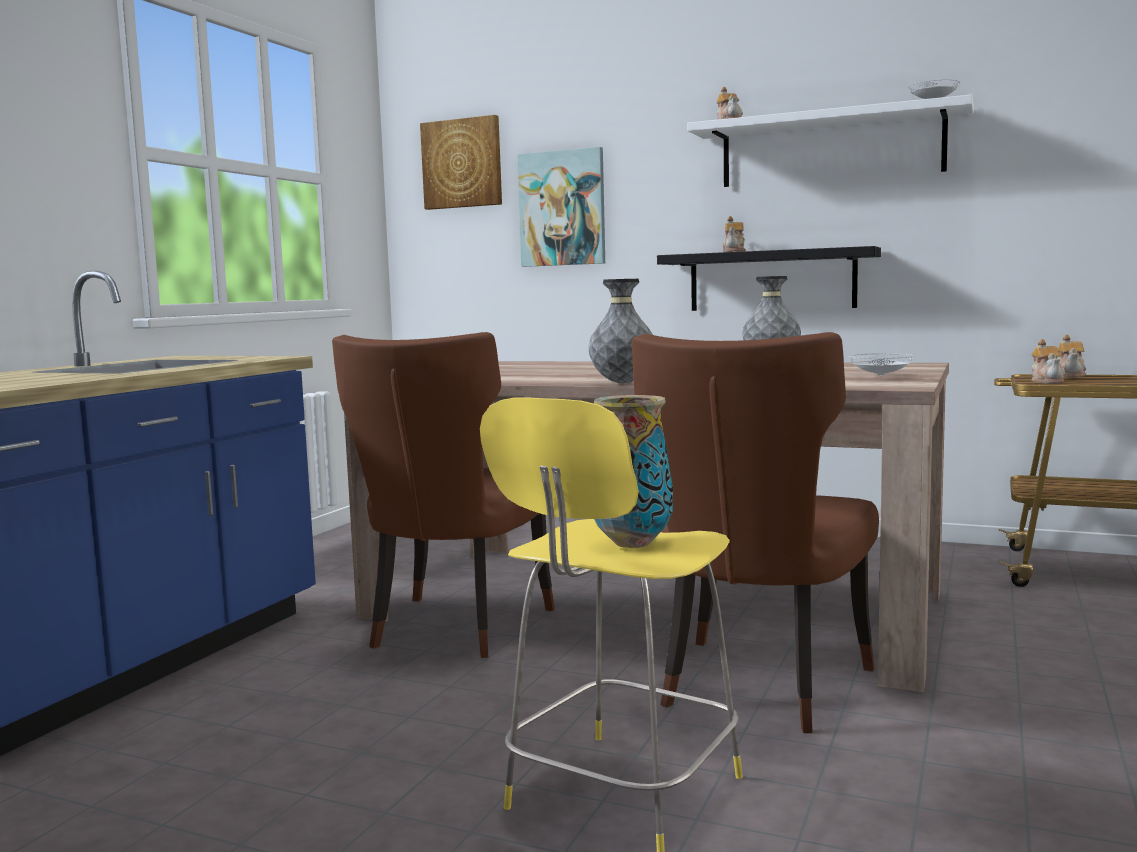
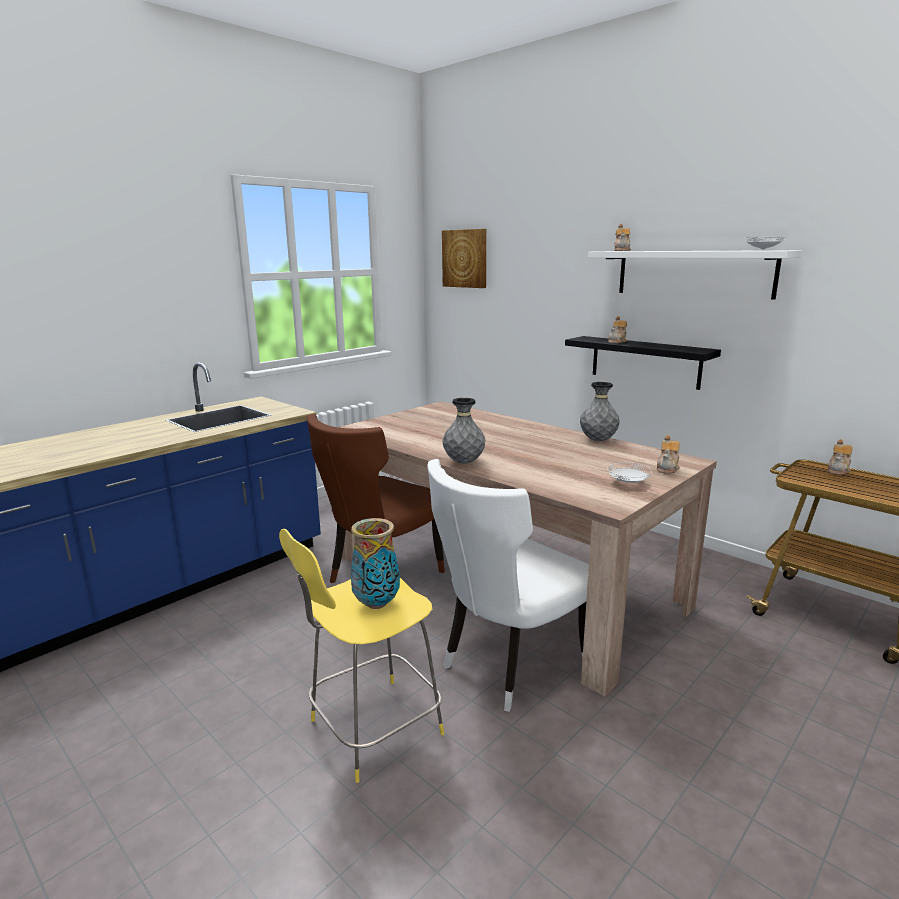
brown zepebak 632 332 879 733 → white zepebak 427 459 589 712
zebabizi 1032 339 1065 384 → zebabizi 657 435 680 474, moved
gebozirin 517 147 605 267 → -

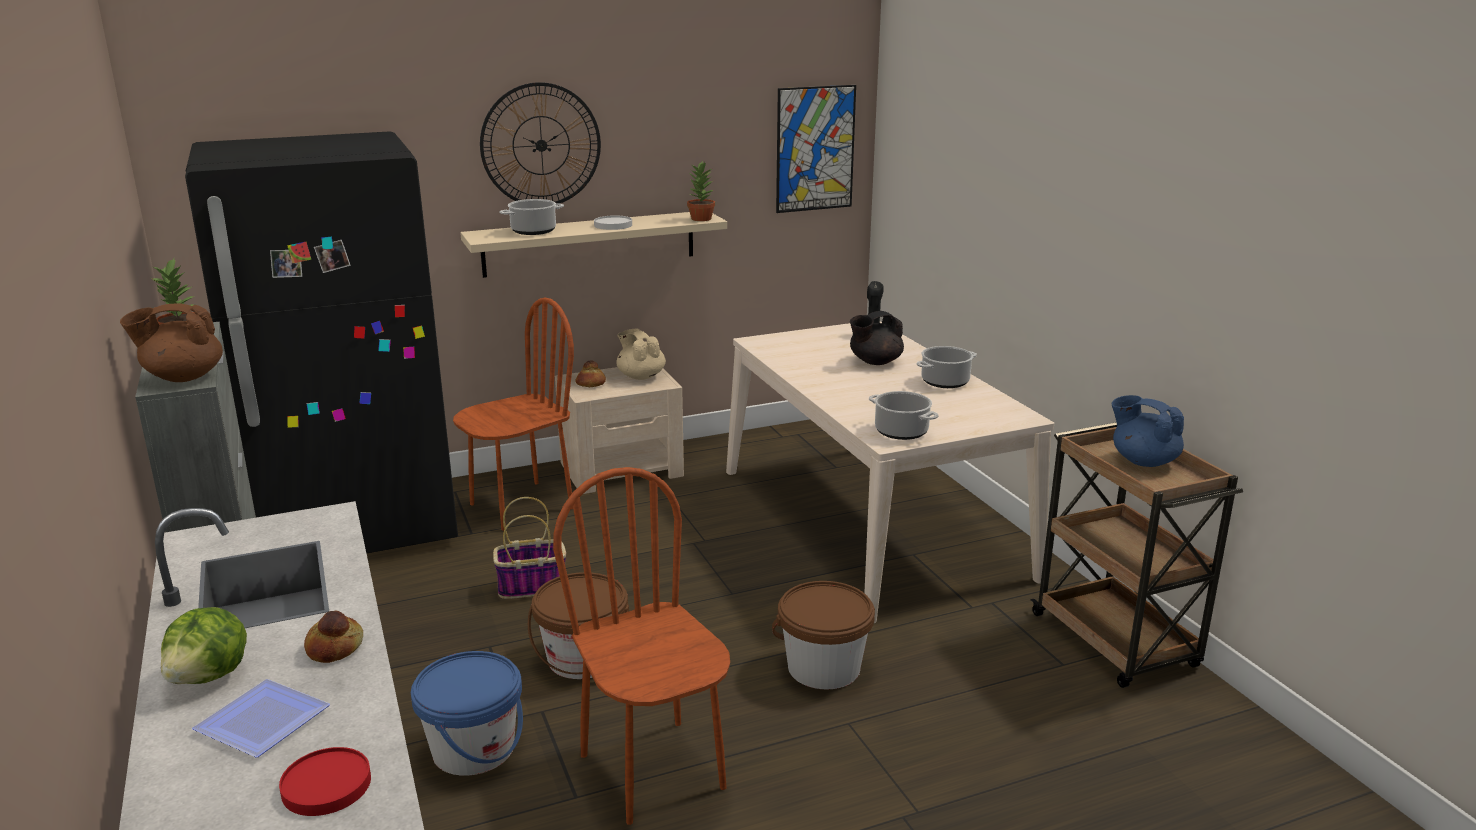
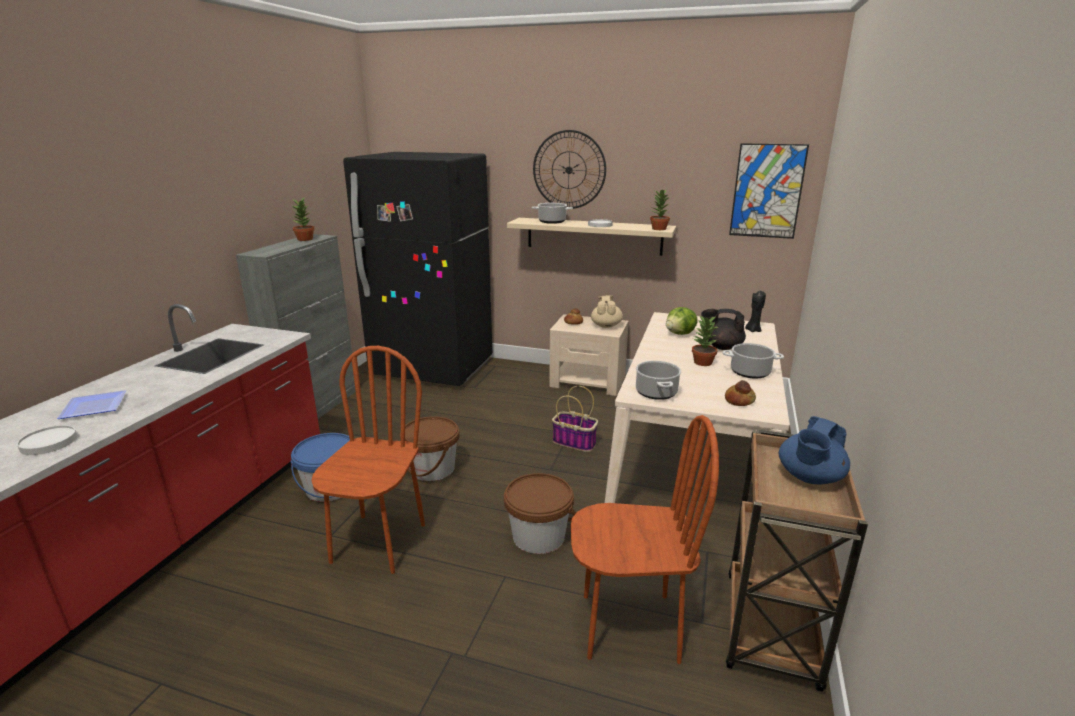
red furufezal 279 747 371 816 → white furufezal 17 425 77 455
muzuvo 493 497 566 599 → muzuvo 552 386 598 452, moved
brown zepebak 453 298 574 531 → brown zepebak 571 415 719 664, moved
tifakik 161 607 247 684 → tifakik 666 307 698 335, moved
- → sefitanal 692 315 718 366
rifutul 304 611 363 663 → rifutul 725 380 756 406, moved
blue zebabizi 1111 395 1184 467 → blue zebabizi 779 416 850 485, 135 degrees counterclockwise
brown zebabizi 120 303 223 382 → -

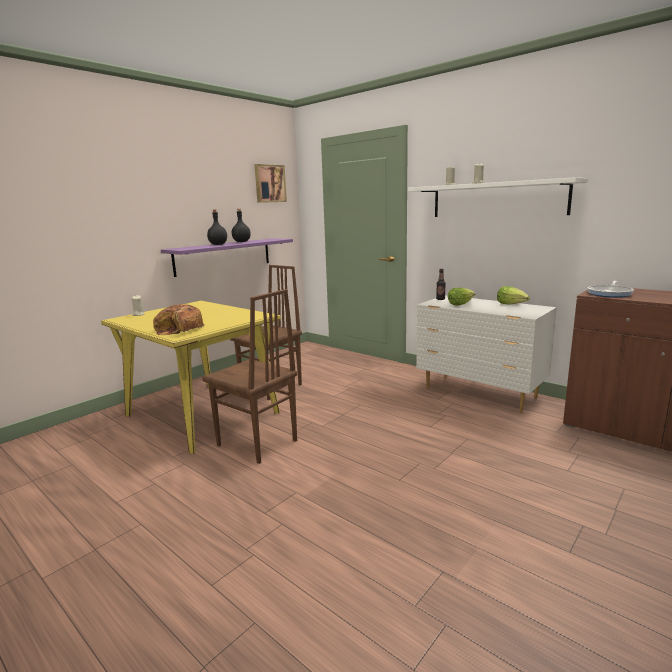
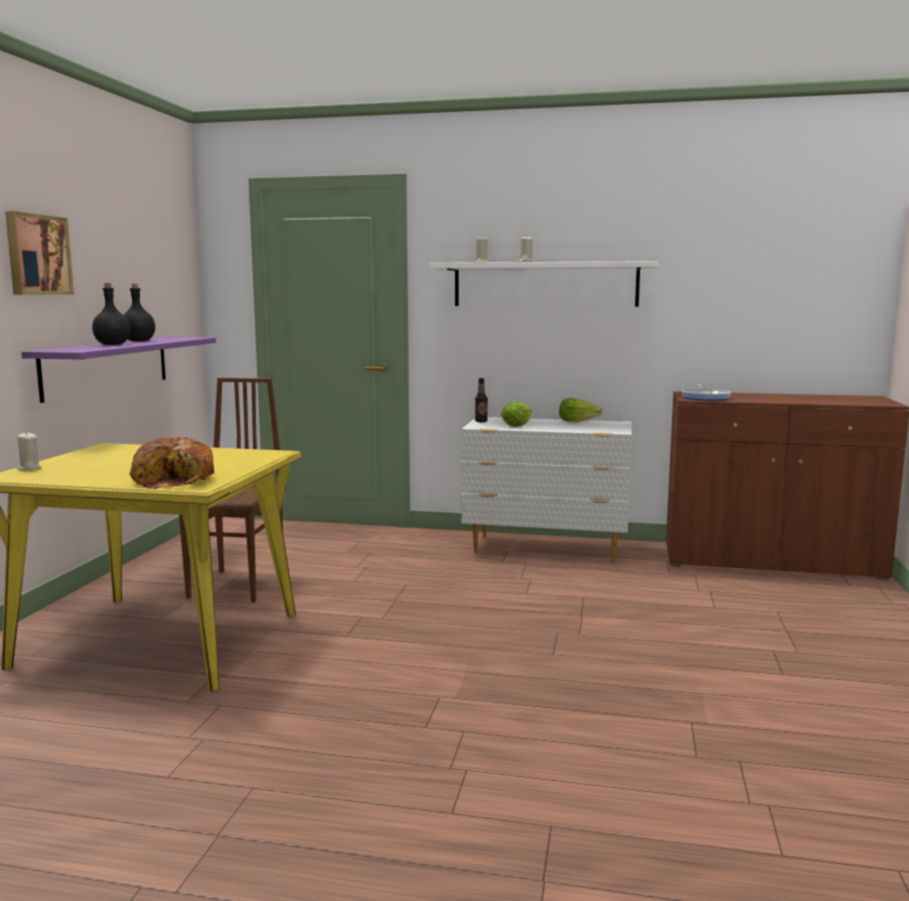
gebozirin 254 164 287 203 → gebozirin 5 211 74 295, moved
brown zepebak 202 289 297 464 → -

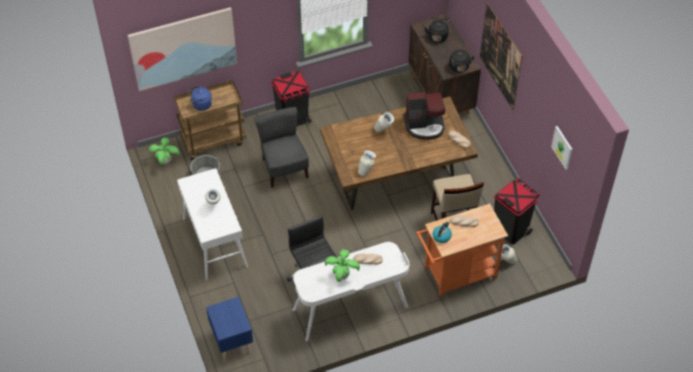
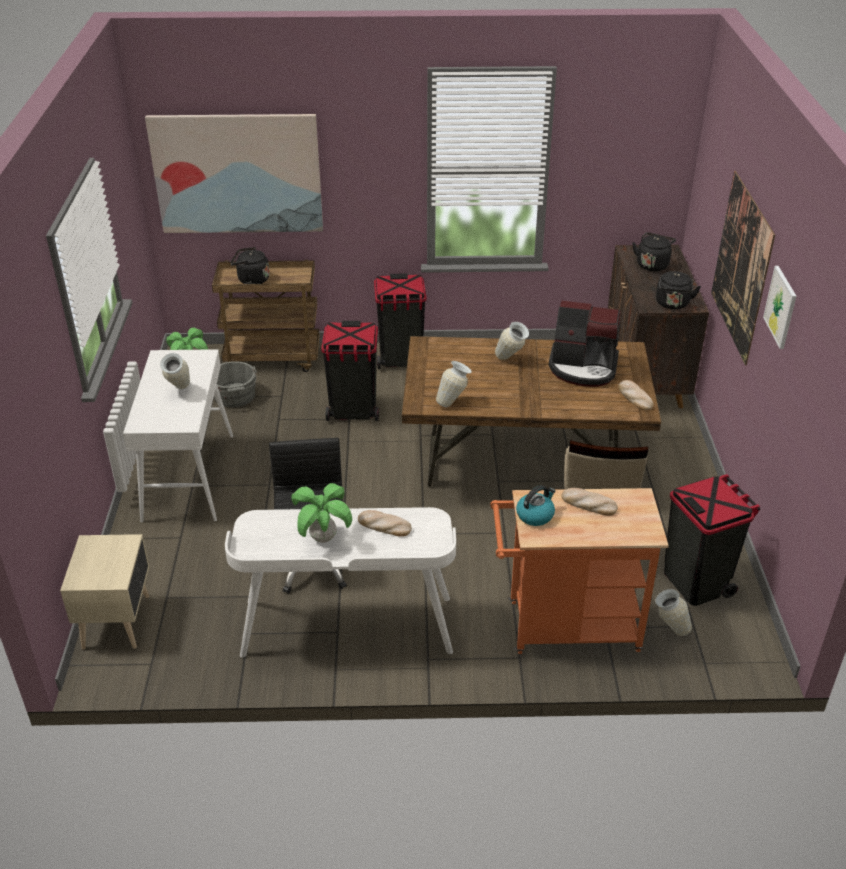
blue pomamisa 206 297 253 362 → beige pomamisa 60 534 149 649
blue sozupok 189 86 212 111 → black sozupok 230 247 269 284
grey zepebak 255 107 309 188 → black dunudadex 321 321 379 421
gebozirin 551 126 572 170 → gebozirin 763 266 796 349, moved

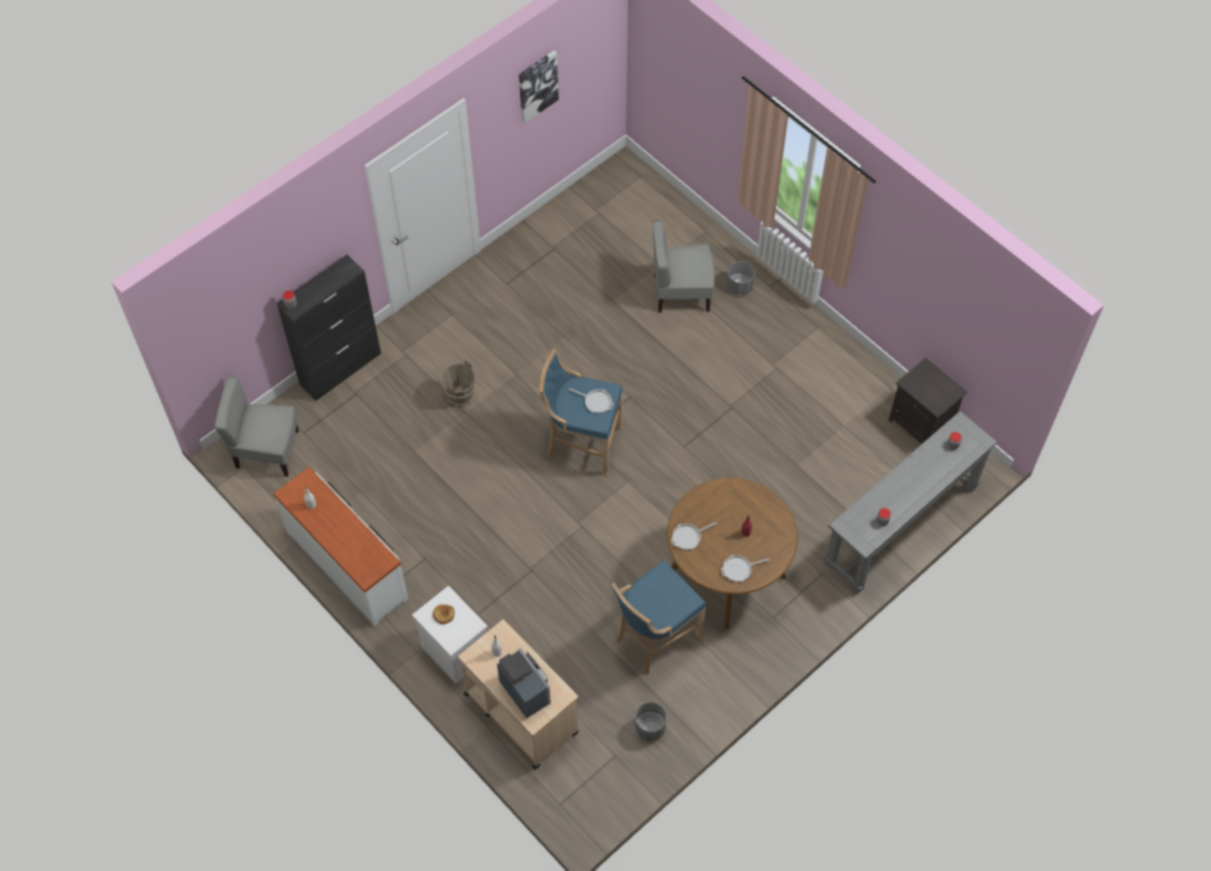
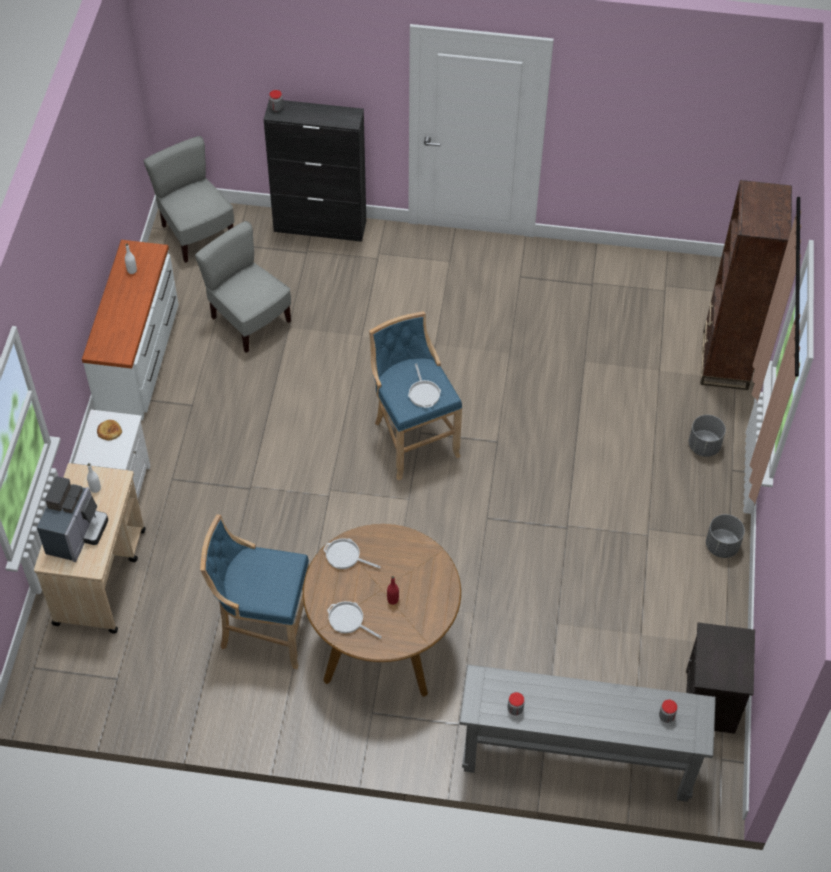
grey zepebak 653 220 715 312 → grey zepebak 195 221 291 353, moved
- → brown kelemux 701 180 792 390
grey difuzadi 635 702 667 741 → grey difuzadi 706 514 745 558, moved
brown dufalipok 440 360 476 407 → -
gebozirin 519 50 559 124 → -

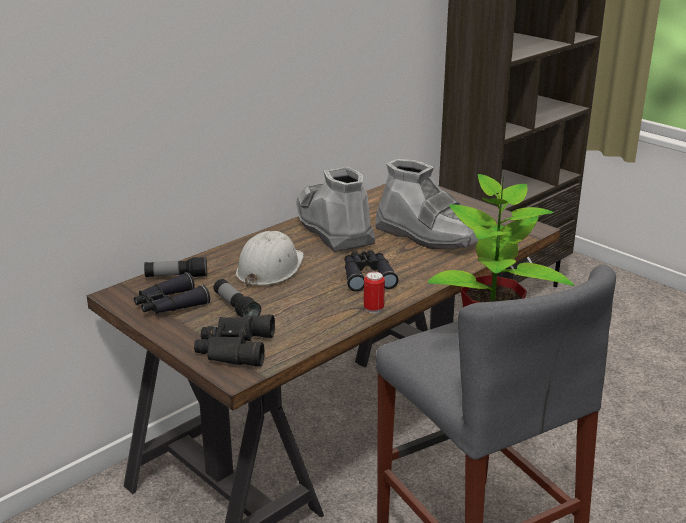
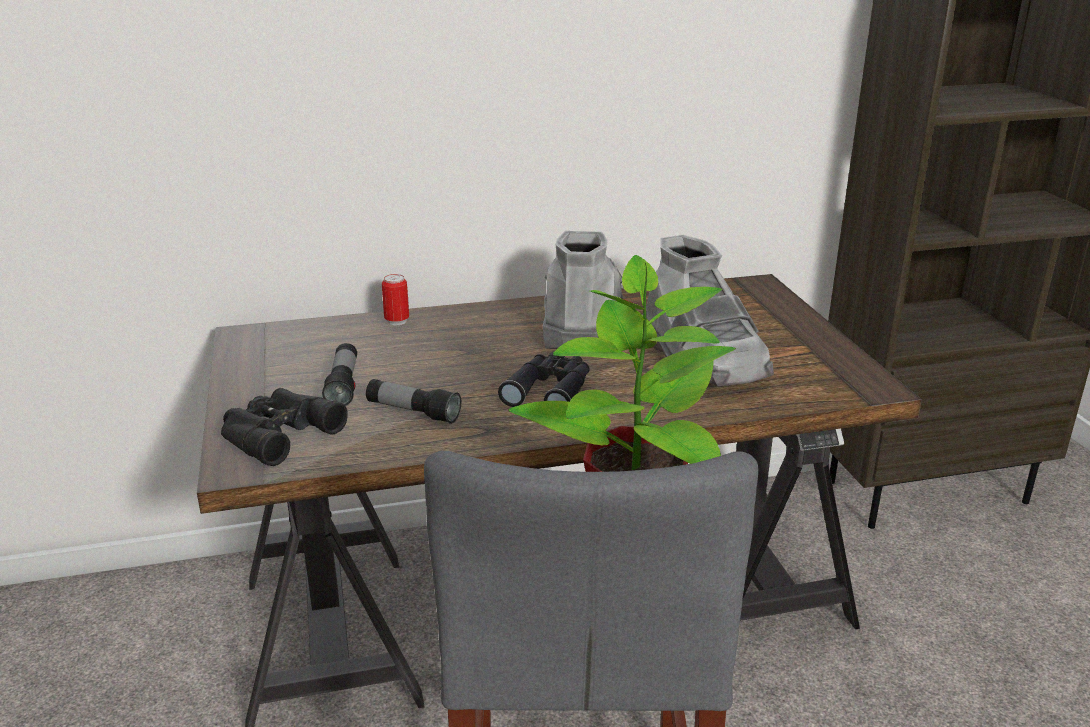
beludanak 144 257 207 277 → beludanak 366 379 462 424, moved
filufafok 364 271 385 313 → filufafok 382 274 409 325, moved
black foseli 134 272 210 314 → -
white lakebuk 236 231 304 287 → -

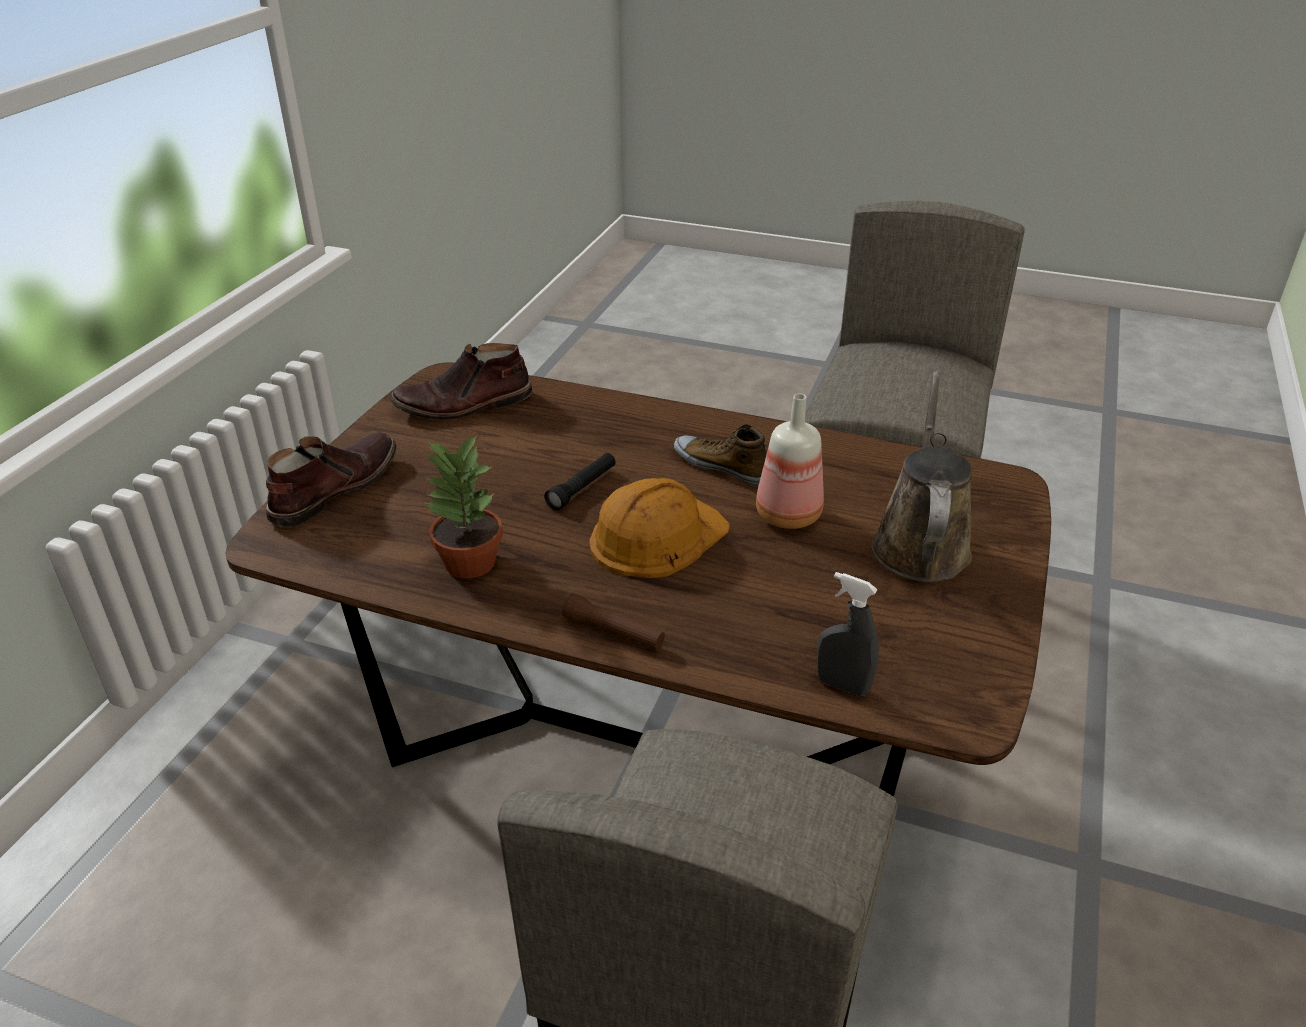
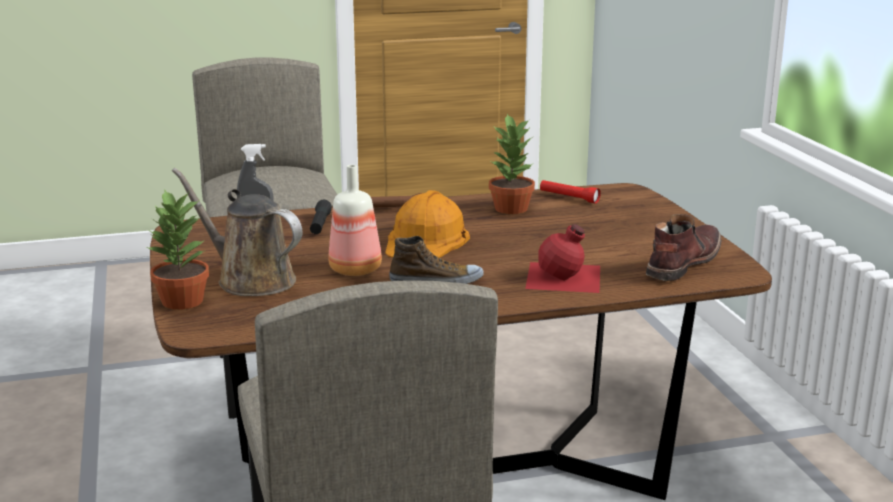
- → sefitanal 146 190 209 310
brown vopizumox 871 371 972 582 → brown vopizumox 172 168 303 296, 150 degrees clockwise
black beludanak 544 453 616 510 → black beludanak 310 199 332 234, moved
- → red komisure 525 224 600 293
- → red beludanak 540 180 601 203
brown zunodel 266 432 397 527 → -

